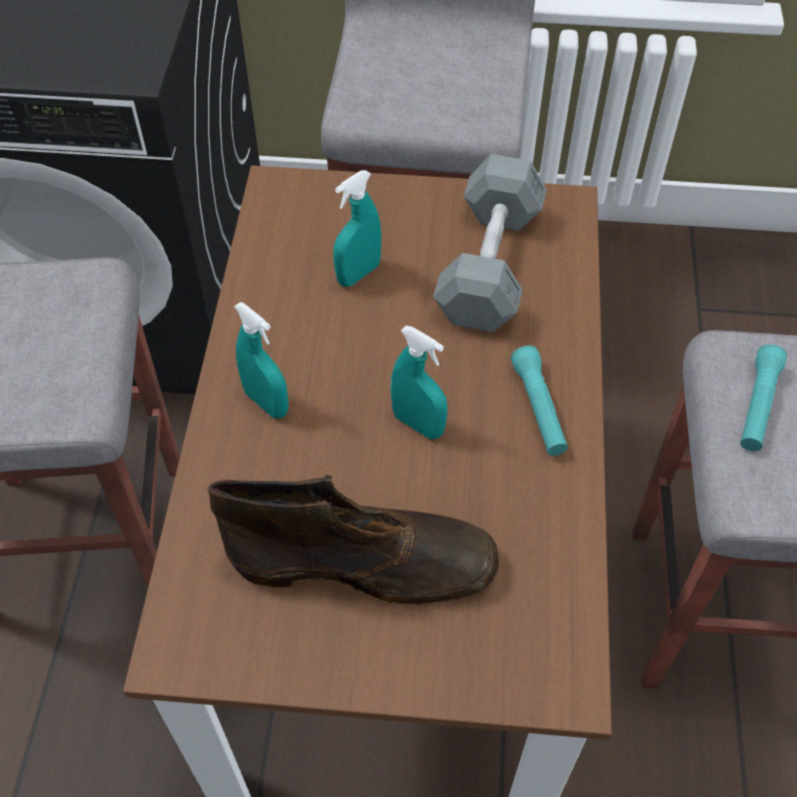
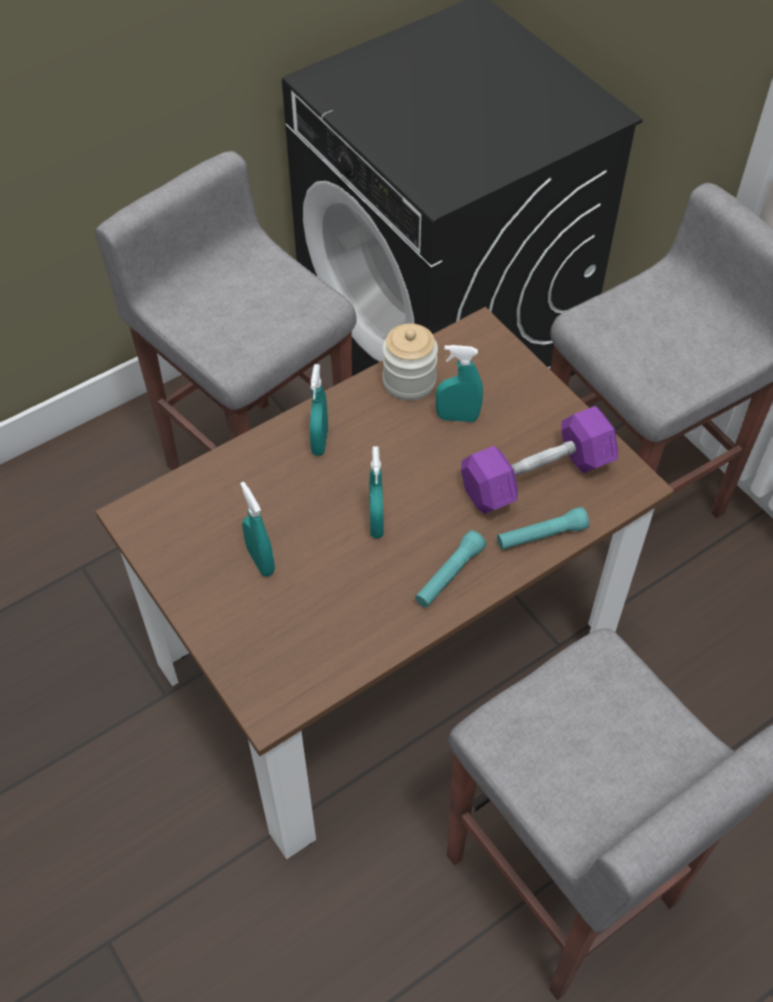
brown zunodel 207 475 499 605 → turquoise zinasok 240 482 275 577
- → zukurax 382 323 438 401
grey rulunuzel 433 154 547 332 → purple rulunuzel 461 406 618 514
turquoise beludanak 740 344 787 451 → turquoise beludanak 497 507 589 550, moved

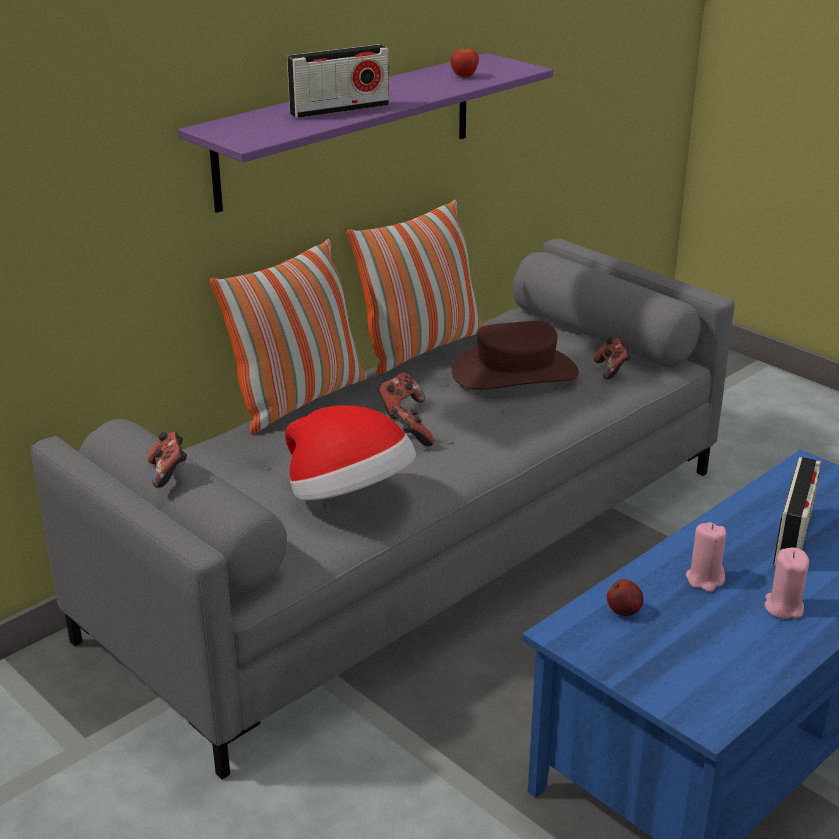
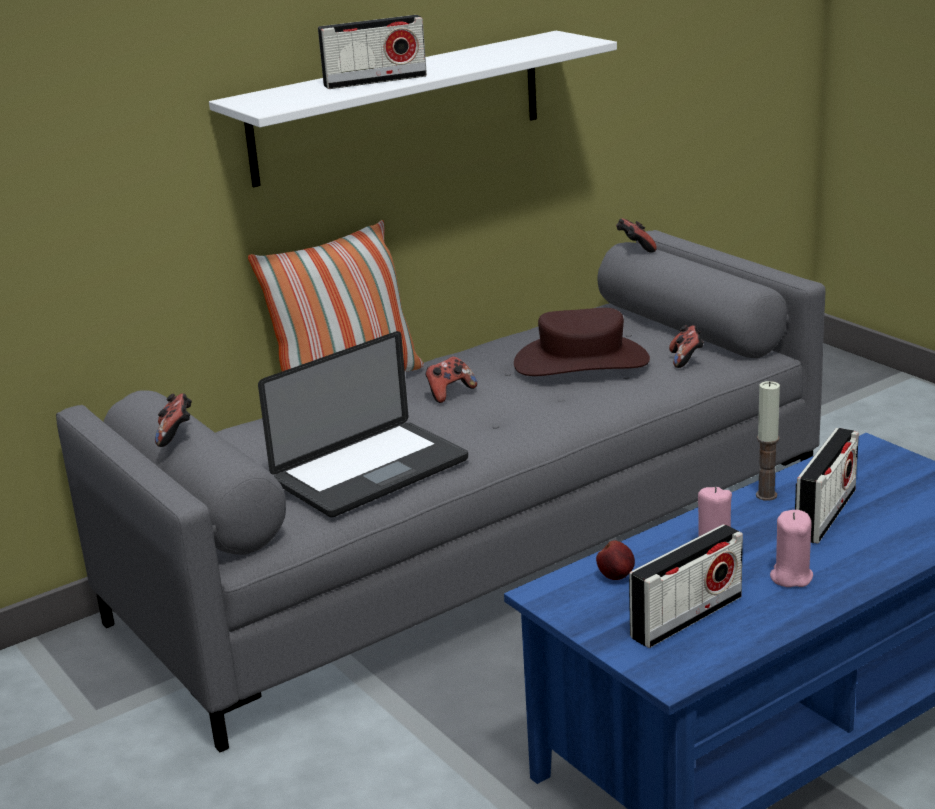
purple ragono 178 53 553 213 → white ragono 209 31 617 187
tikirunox 285 405 416 501 → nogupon 258 331 468 517
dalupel 389 406 434 446 → dalupel 616 218 657 253, moved
- → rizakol 629 524 743 648
- → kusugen 756 381 780 501
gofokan 346 199 483 375 → -
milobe 450 48 479 77 → -

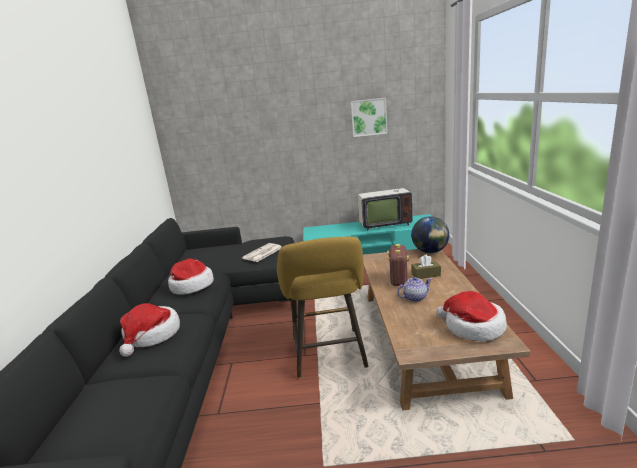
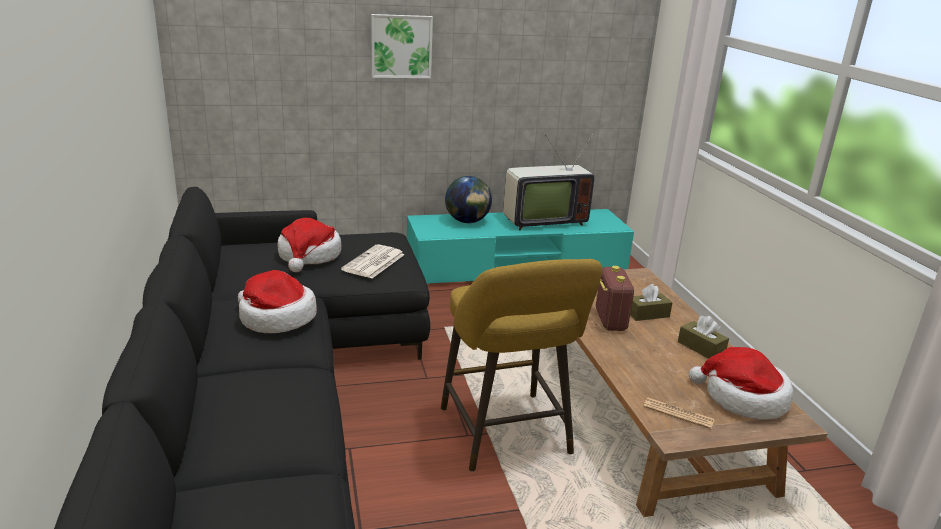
tikirunox 119 303 180 357 → tikirunox 278 218 342 272, moved
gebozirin 351 98 388 137 → gebozirin 371 14 433 79, moved
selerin 411 216 449 253 → selerin 445 176 492 224, moved
- → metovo 643 398 714 429
- → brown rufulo 678 316 729 358
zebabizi 397 277 432 302 → -

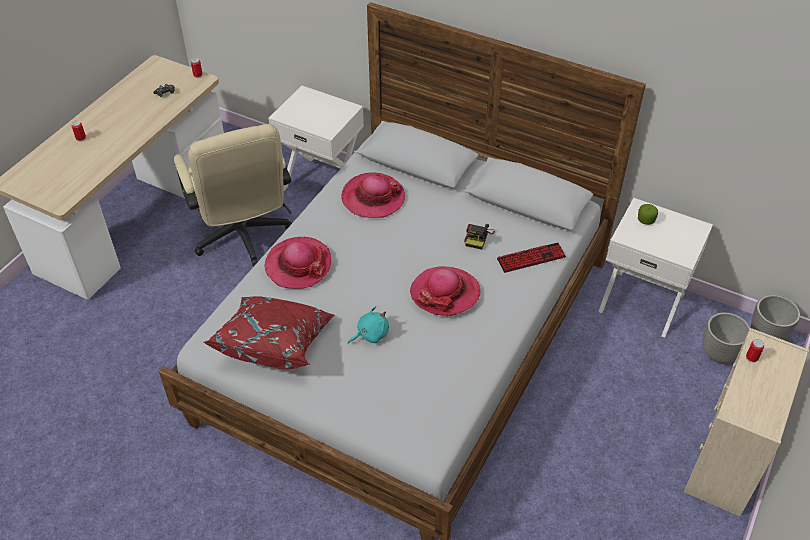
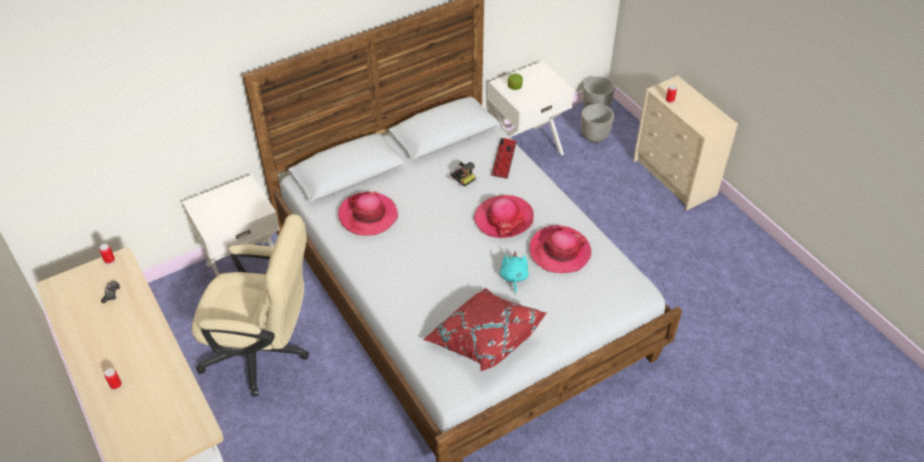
tikirunox 265 237 331 289 → tikirunox 529 225 592 273, moved

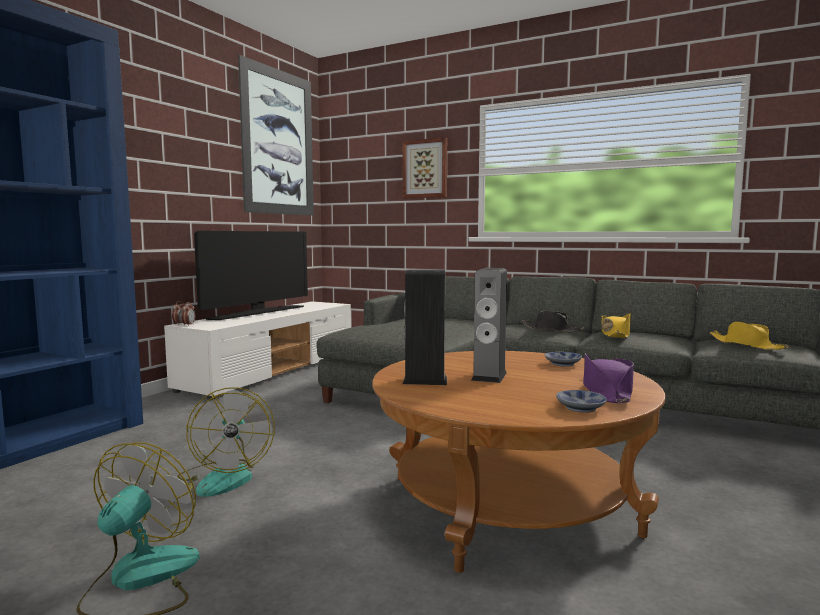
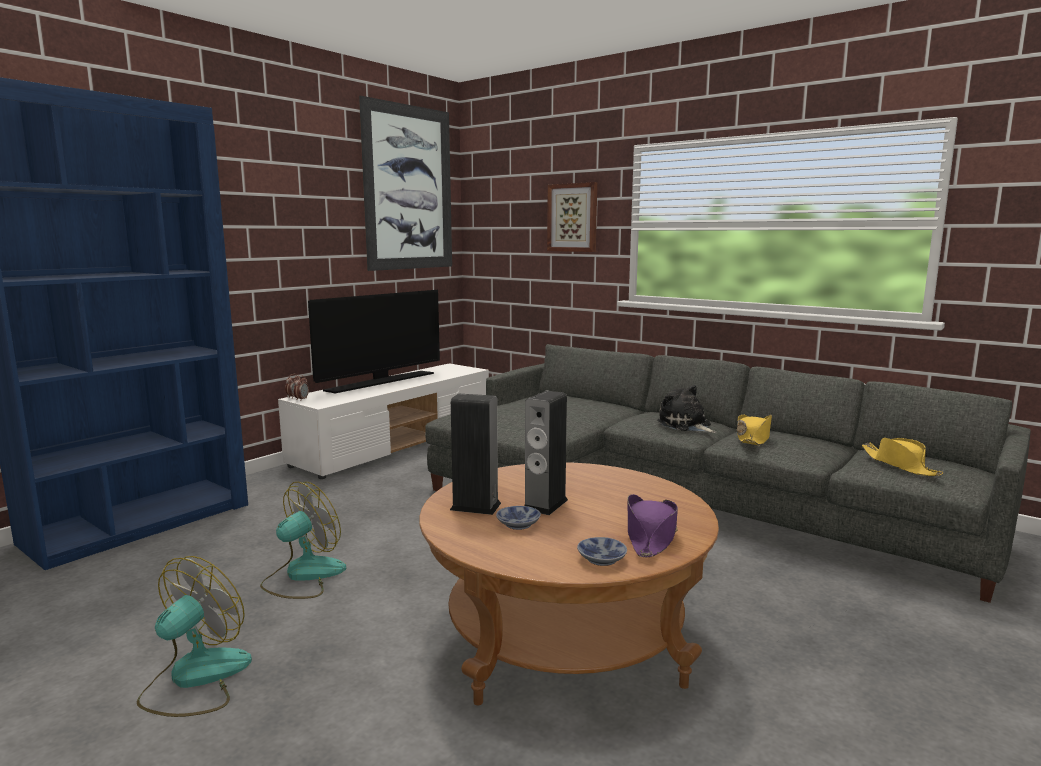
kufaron 177 387 275 497 → kufaron 260 482 346 599, 135 degrees counterclockwise
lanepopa 545 352 582 367 → lanepopa 496 506 541 530, moved
black tikirunox 521 310 584 332 → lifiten 657 385 716 433

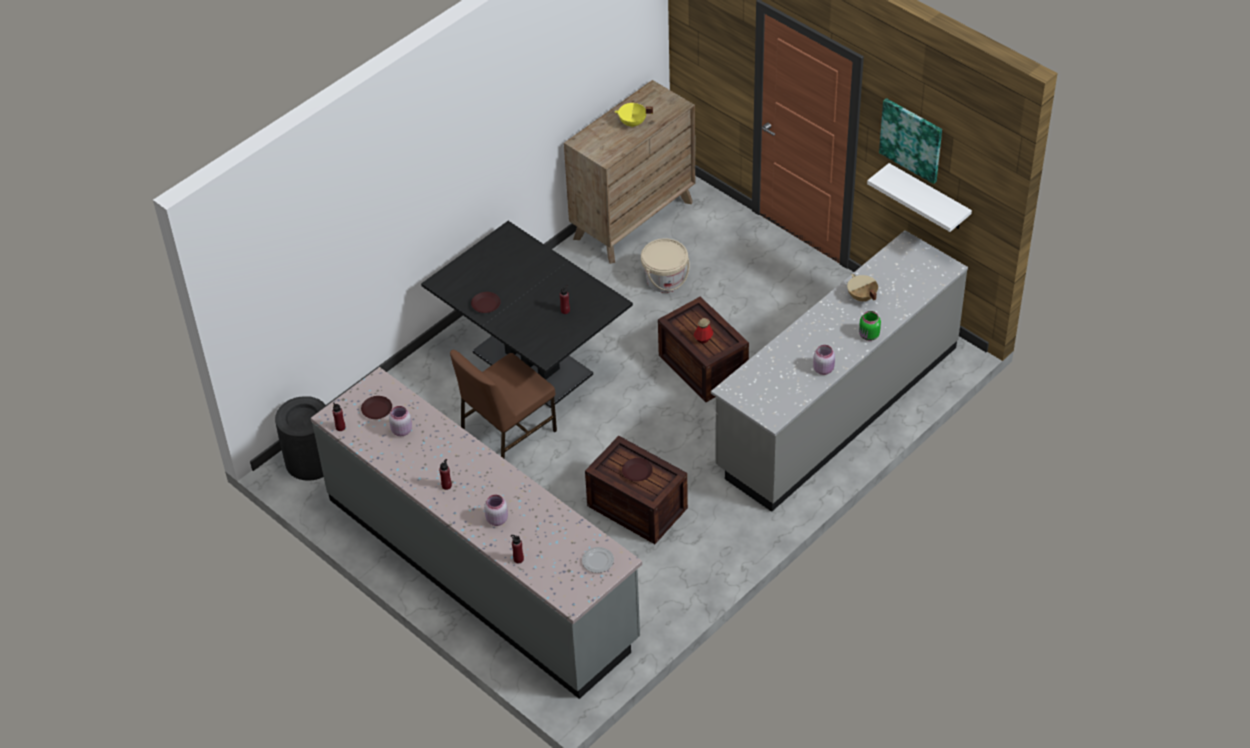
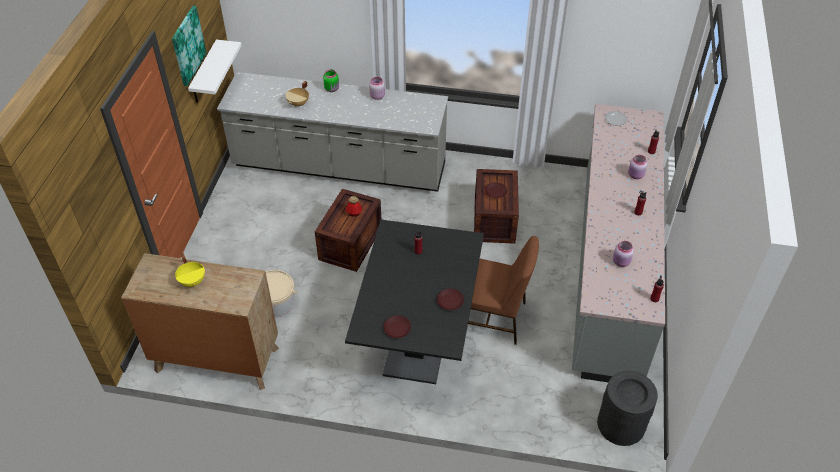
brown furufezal 361 396 392 419 → brown furufezal 383 315 411 338, moved

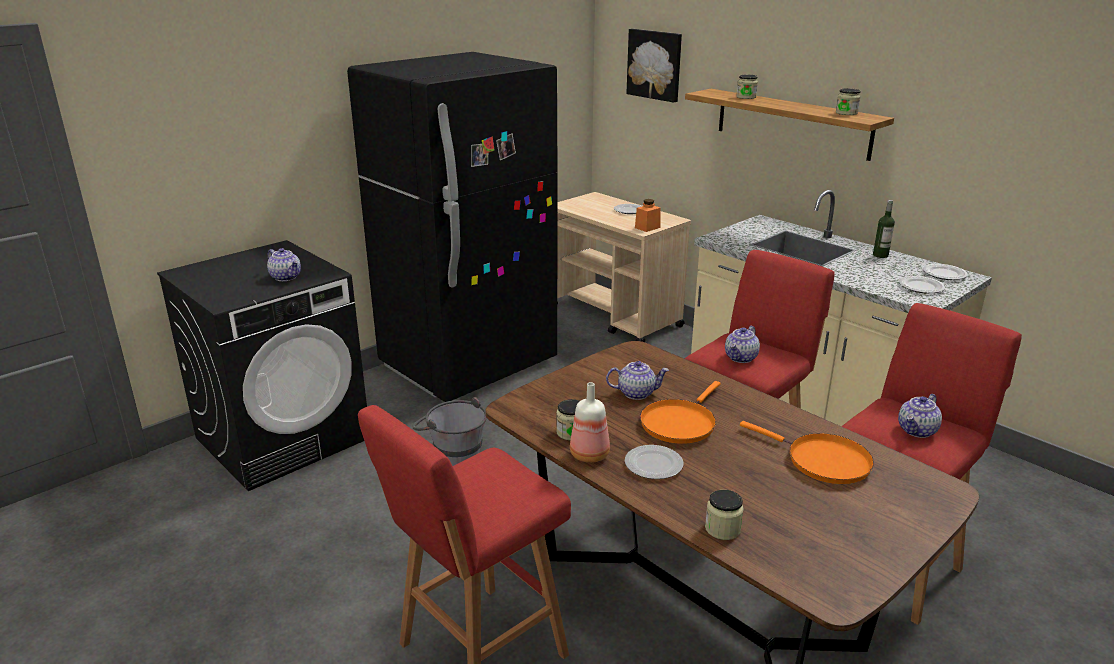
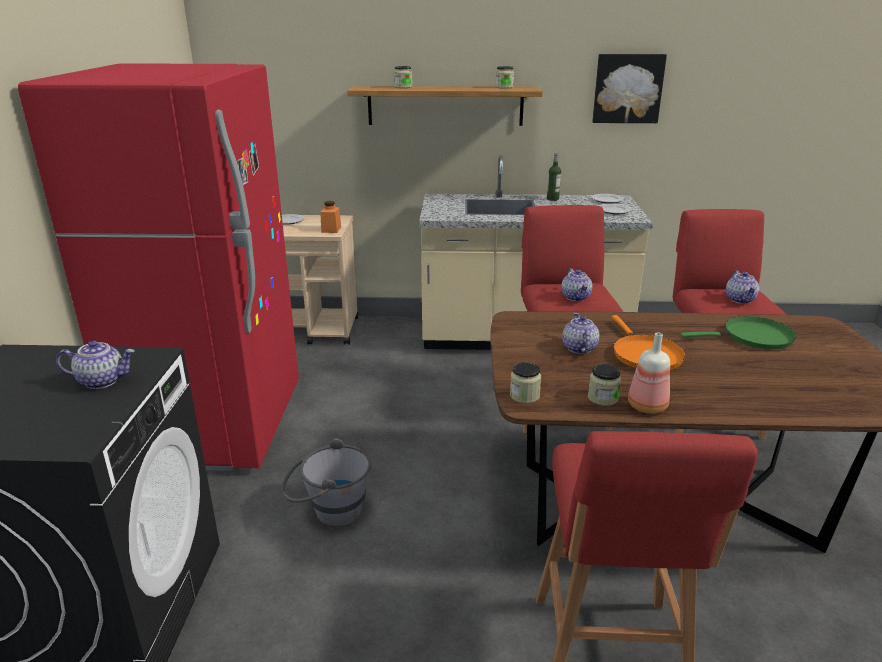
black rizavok 347 52 557 402 → red rizavok 18 63 299 471
zukurax 705 490 744 540 → zukurax 510 362 541 403, moved
zebabizi 606 361 669 400 → zebabizi 562 313 599 354, 45 degrees counterclockwise
gebozirin 627 29 682 103 → gebozirin 592 54 667 123, moved
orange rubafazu 740 421 874 484 → green rubafazu 680 316 797 349
furufezal 625 445 683 479 → -

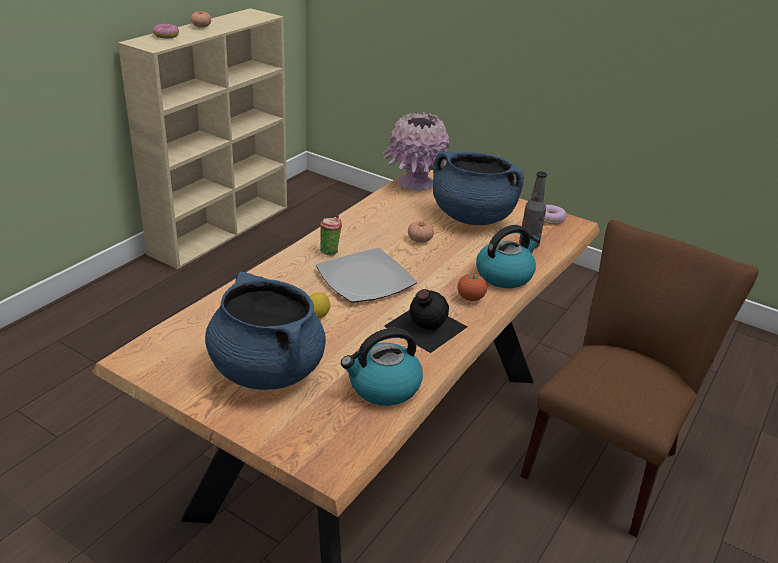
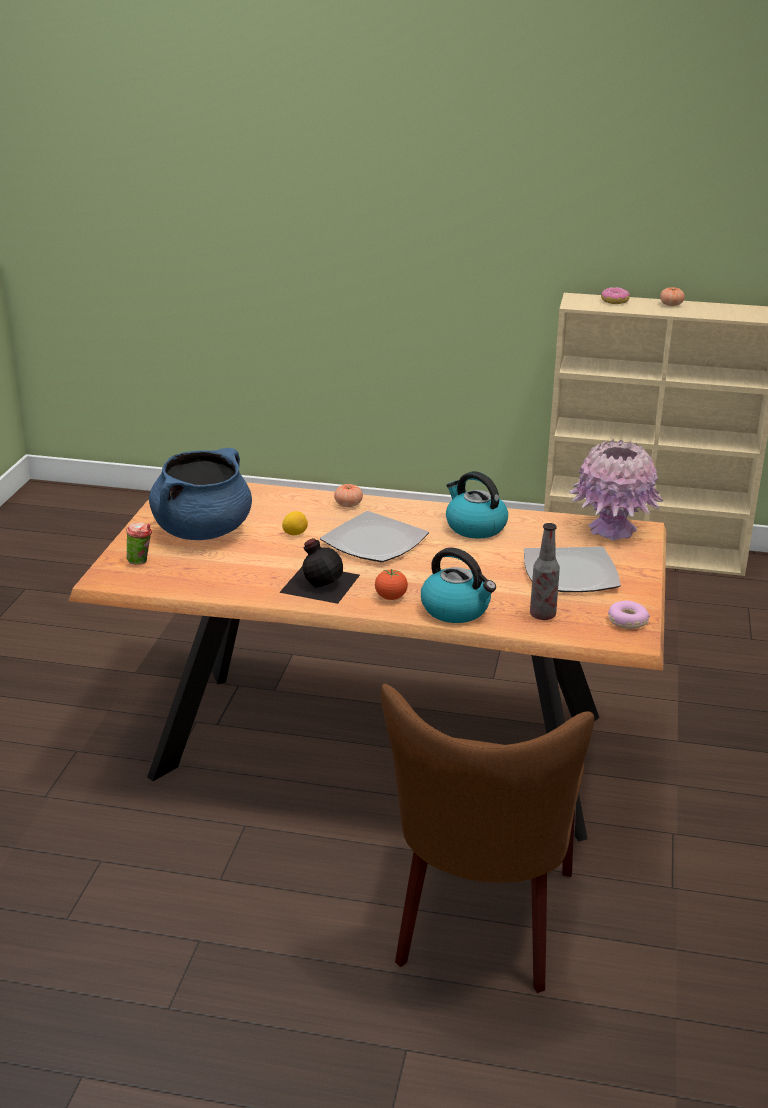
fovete 320 214 342 256 → fovete 126 522 152 564, moved
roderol 408 221 434 243 → roderol 334 484 363 507, moved
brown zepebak 520 220 759 538 → brown zepebak 381 684 594 993, 90 degrees clockwise
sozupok 341 328 423 406 → sozupok 446 471 508 539, moved
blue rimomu 433 151 524 225 → furufezal 524 547 621 592

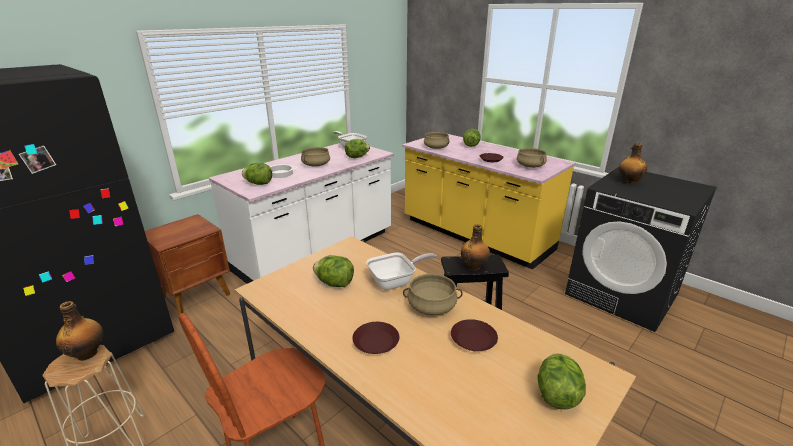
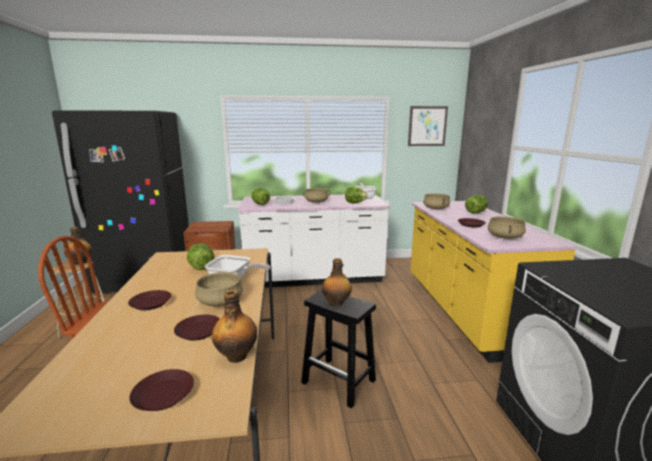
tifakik 538 353 586 409 → brown furufezal 130 369 194 411
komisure 619 143 647 184 → komisure 212 290 257 363, moved
- → gebozirin 408 106 448 146

